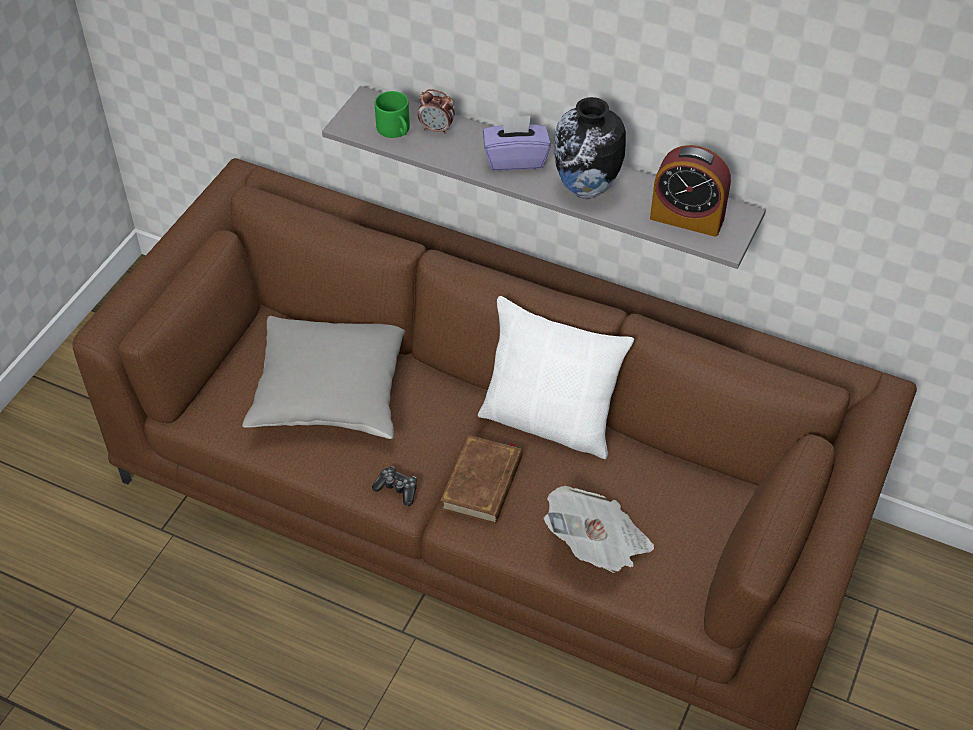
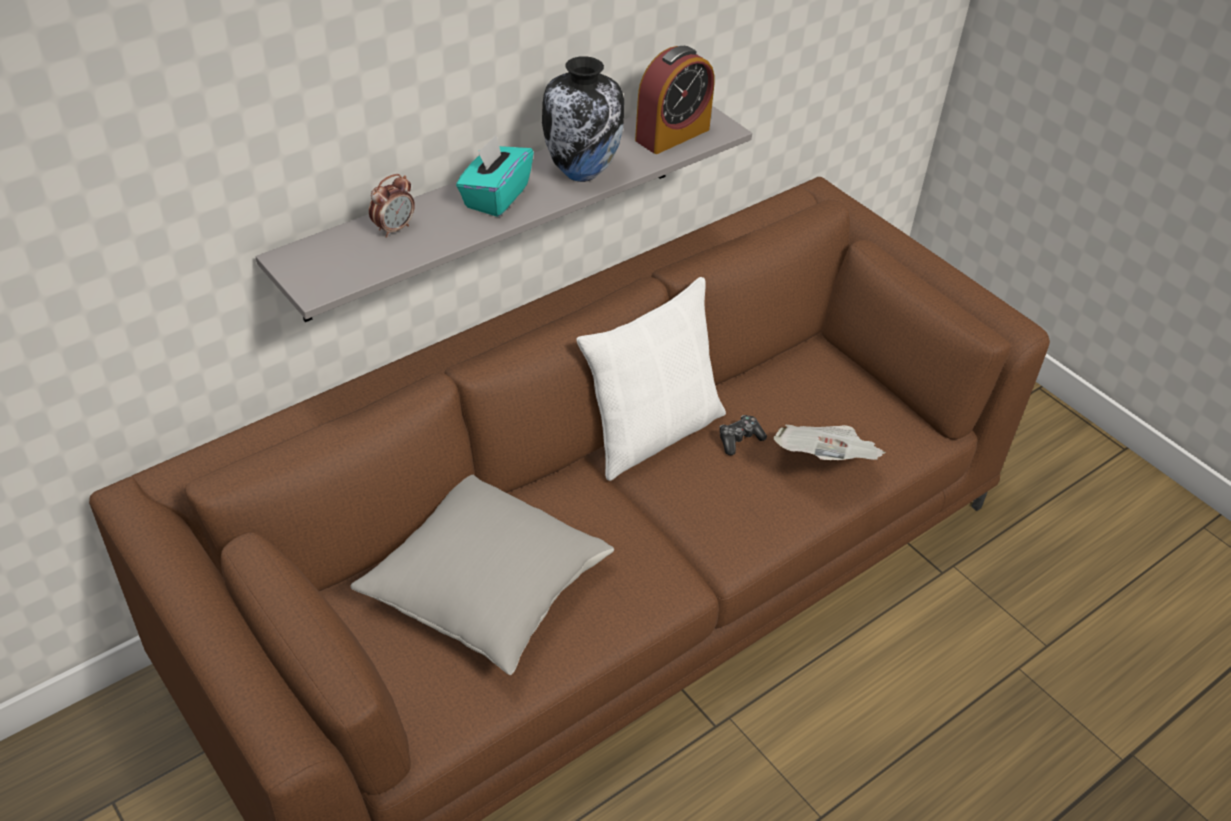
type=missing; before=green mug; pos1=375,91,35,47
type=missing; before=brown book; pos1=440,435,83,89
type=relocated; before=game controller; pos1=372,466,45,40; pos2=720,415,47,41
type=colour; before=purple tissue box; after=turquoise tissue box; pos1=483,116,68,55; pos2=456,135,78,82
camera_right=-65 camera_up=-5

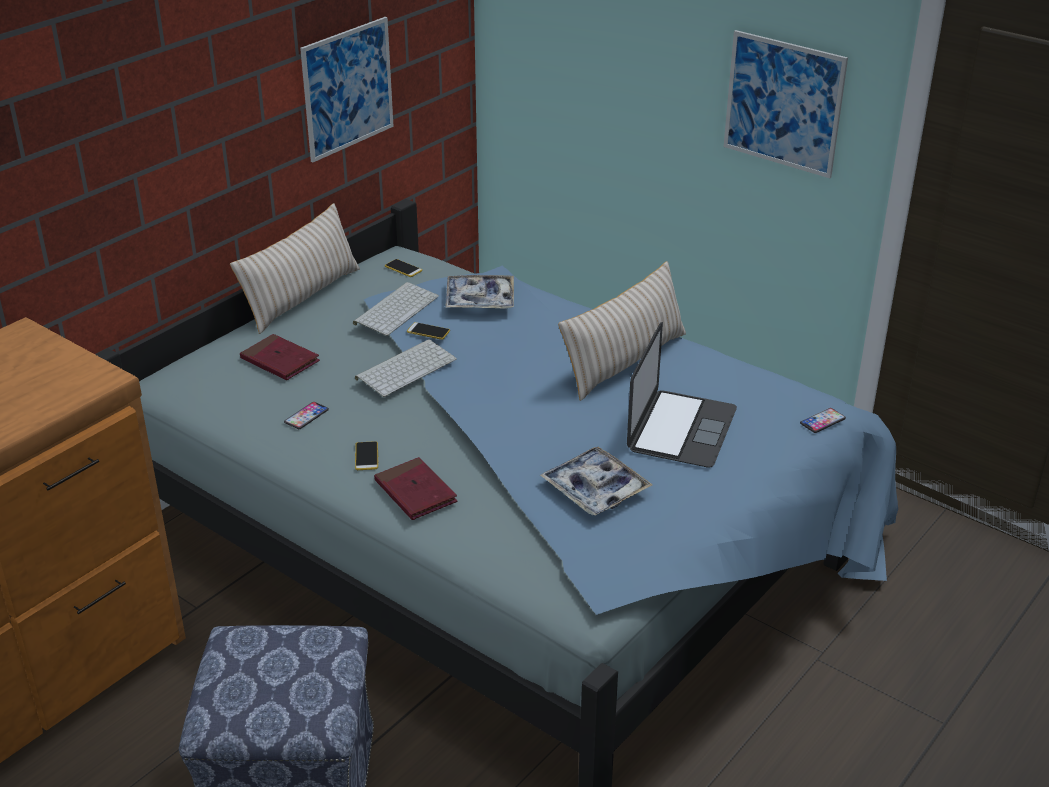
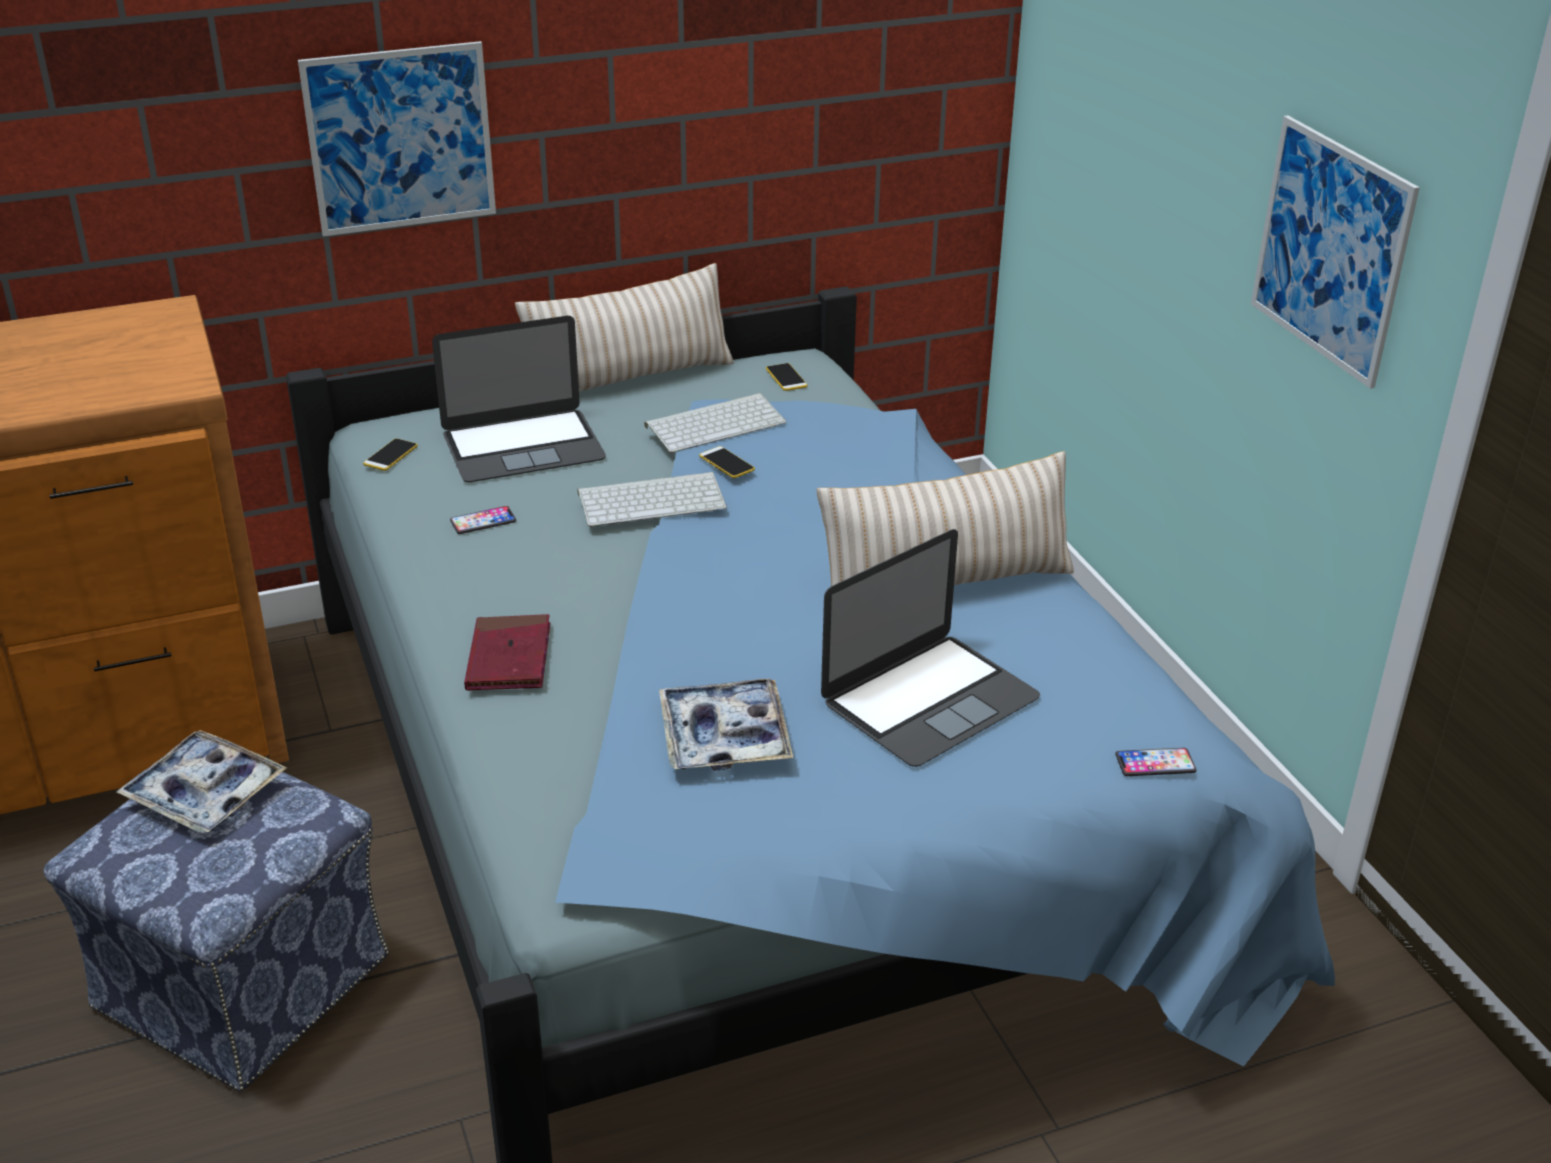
type=relocated; before=picture; pos1=300,17,94,145; pos2=298,41,198,196
type=relocated; before=phone; pos1=355,441,24,29; pos2=363,439,55,32
type=relocated; before=tray; pos1=445,275,69,34; pos2=116,730,171,103
type=exchanged; before=red book; after=laptop; pos1=240,334,80,46; pos2=432,316,174,166
camera_right=30 camera_up=0

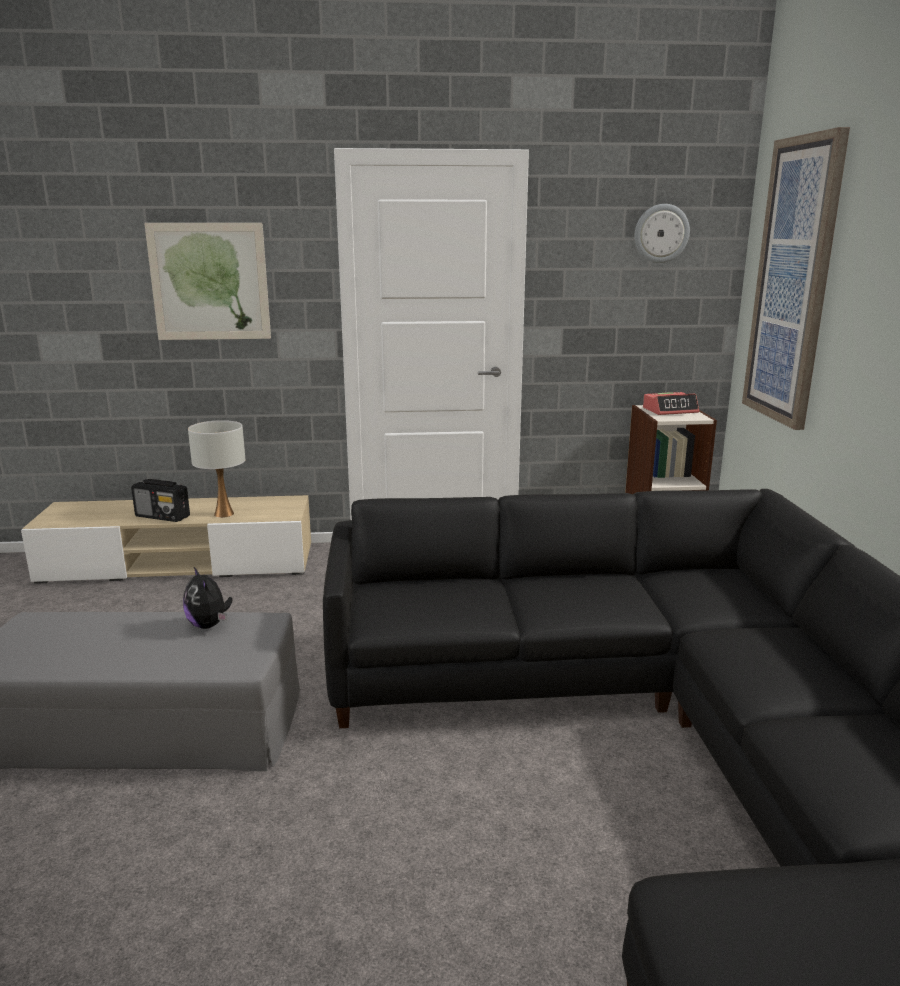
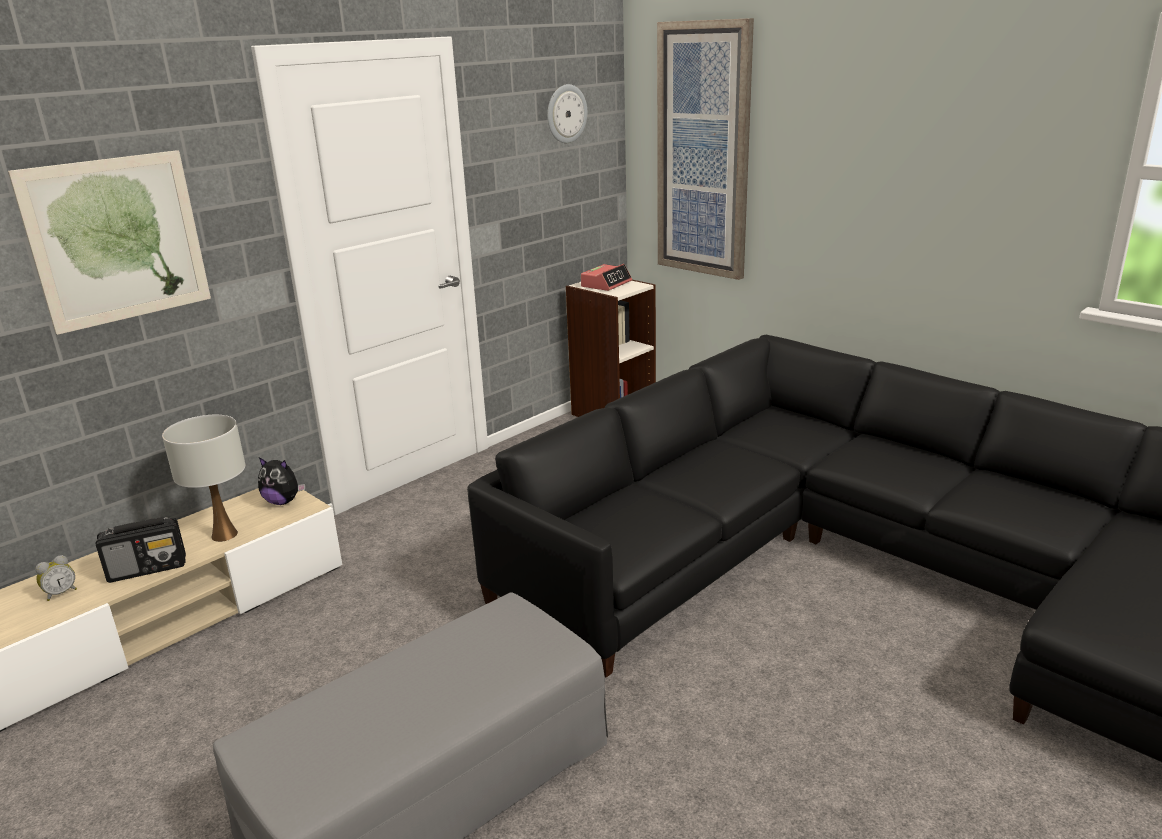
type=appeared; after=alarm clock; pos2=35,555,42,46
type=relocated; before=plush toy; pos1=183,567,49,62; pos2=258,457,48,48
camera_right=-40 camera_up=5

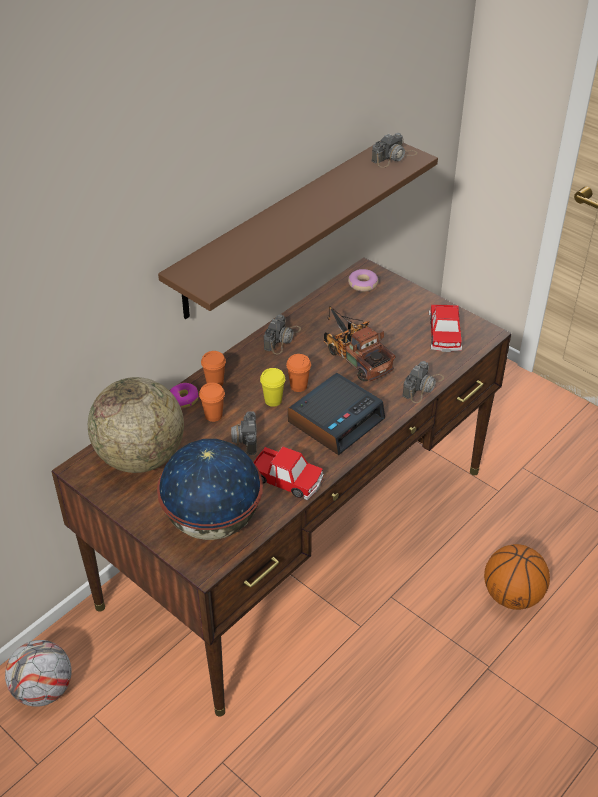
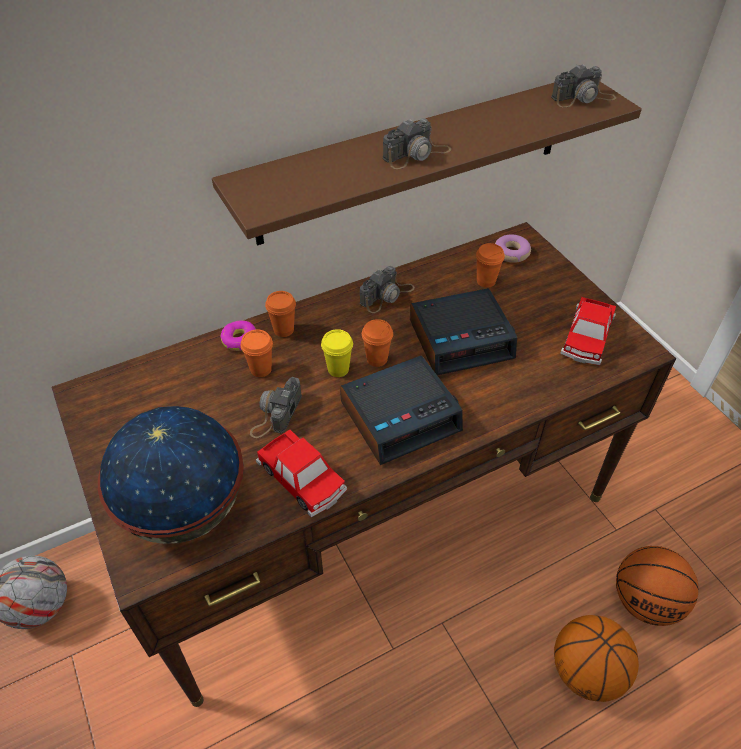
type=missing; before=globe; pos1=88,377,96,96
type=appeared; after=orange cup; pos2=476,243,29,45
type=appeared; after=basketball; pos2=616,546,82,80
type=relocated; before=photo camera; pos1=403,361,41,42; pos2=383,118,68,51
type=exchanged; before=toy truck; after=alarm clock; pos1=323,306,73,76; pos2=410,288,107,87
camera_right=20 camera_up=5

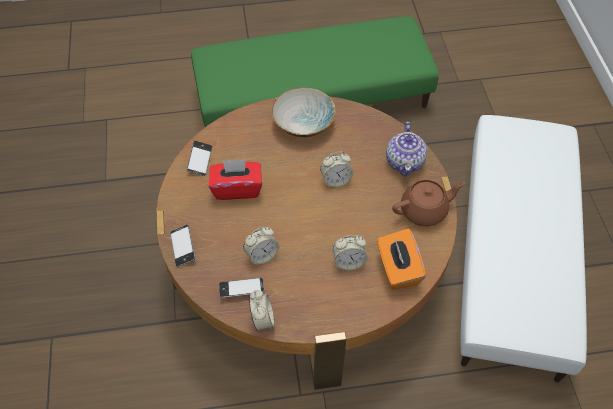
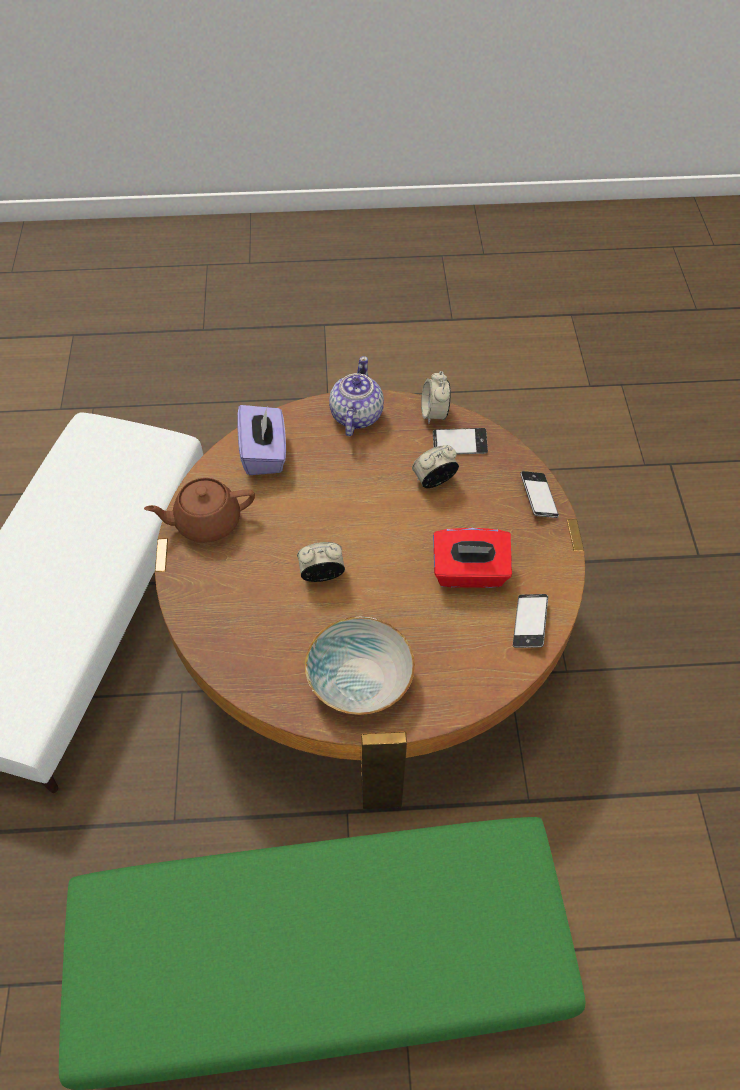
type=missing; before=alarm clock; pos1=333,235,35,36
type=relocated; before=teapot; pos1=386,122,41,54; pos2=329,356,55,80
type=colour; before=orange tissue box; after=purple tissue box; pos1=377,229,49,61; pos2=237,405,49,70
camera_right=-175 camera_up=0

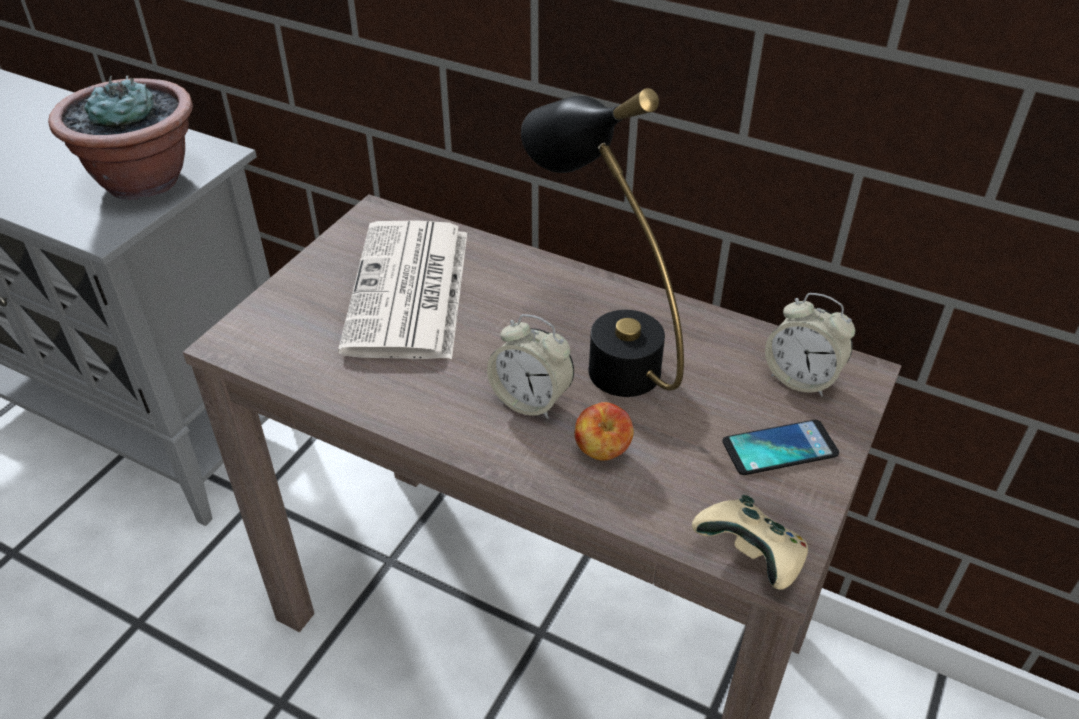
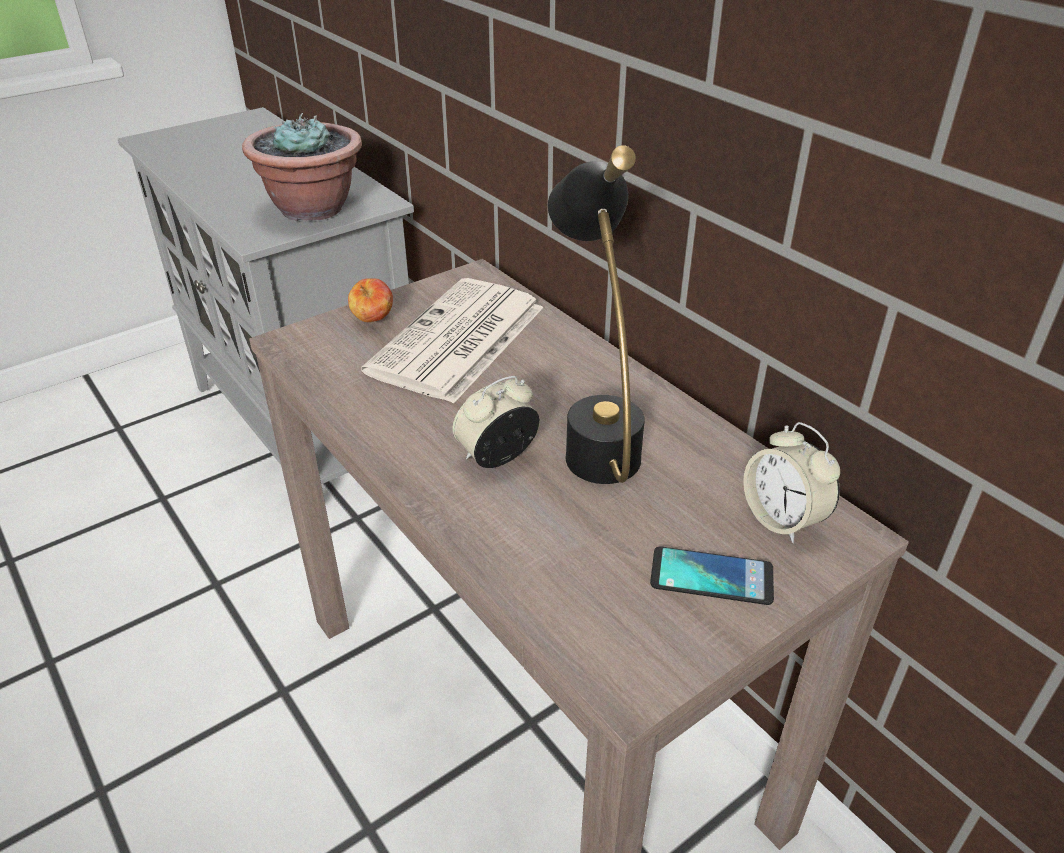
type=missing; before=beige game controller; pos1=692,495,116,95
type=relocated; before=apple; pos1=575,402,59,59; pos2=348,278,45,44
type=spun; before=alarm clock; pos1=487,314,87,105; pos2=452,376,88,92; turn=90
camera_right=25 camera_up=-5

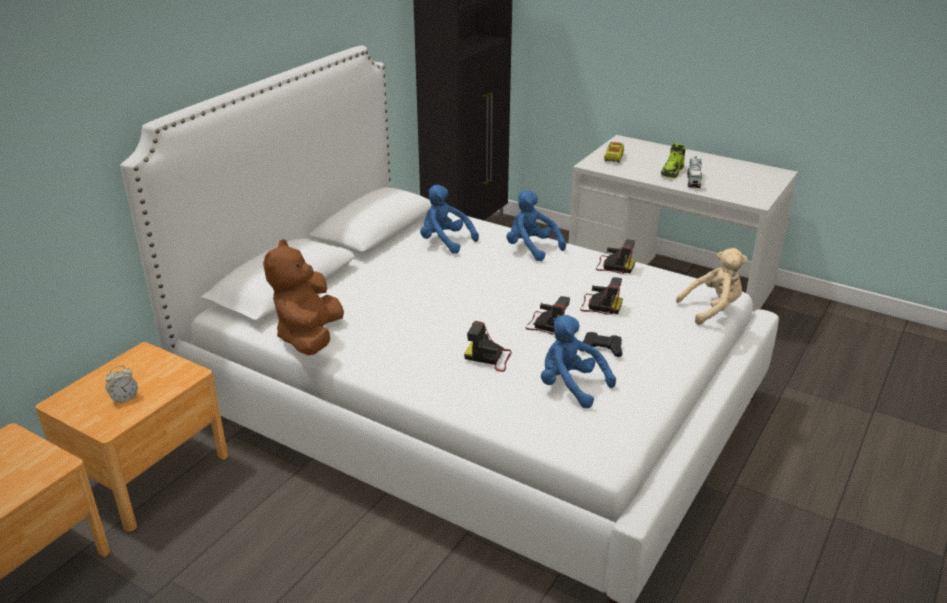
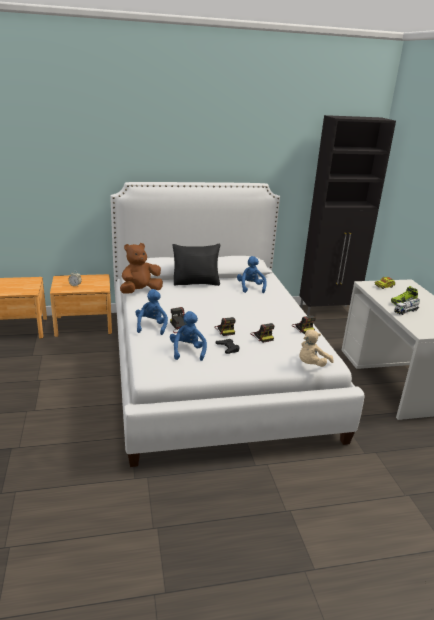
type=appeared; after=black pillow; pos2=173,244,47,42
type=relocated; before=blue plush toy; pos1=507,190,59,71; pos2=135,289,33,46
type=spun; before=beige plush toy; pos1=676,248,72,77; pos2=299,329,34,38; turn=105
camera_right=45 camera_up=-5

